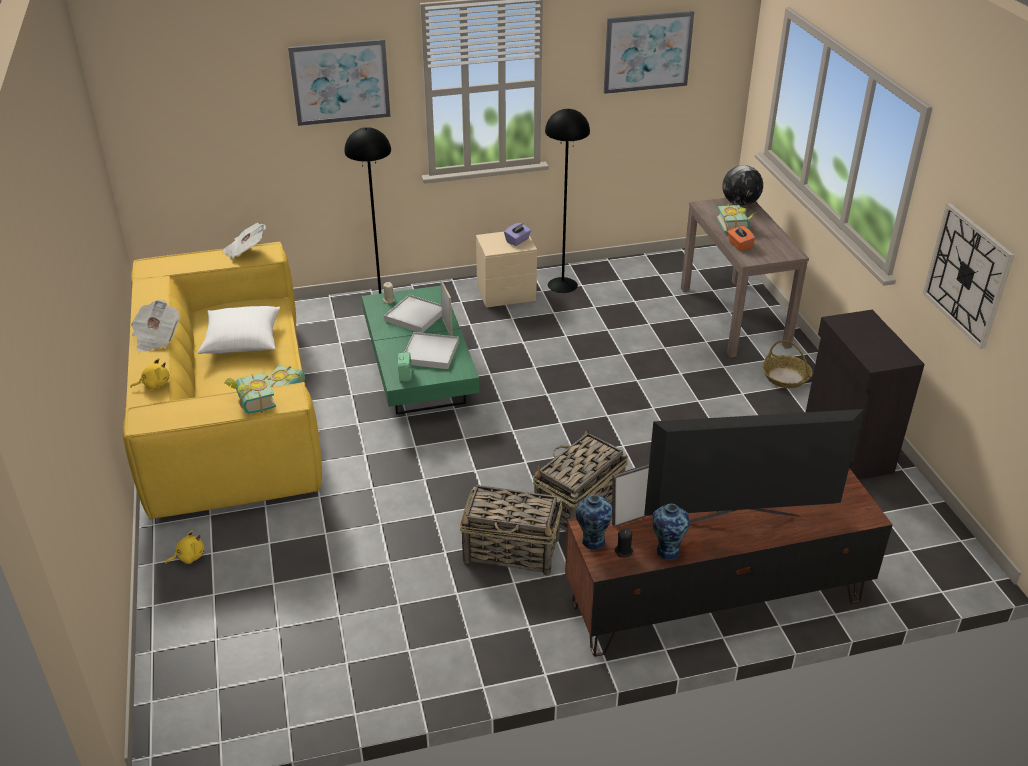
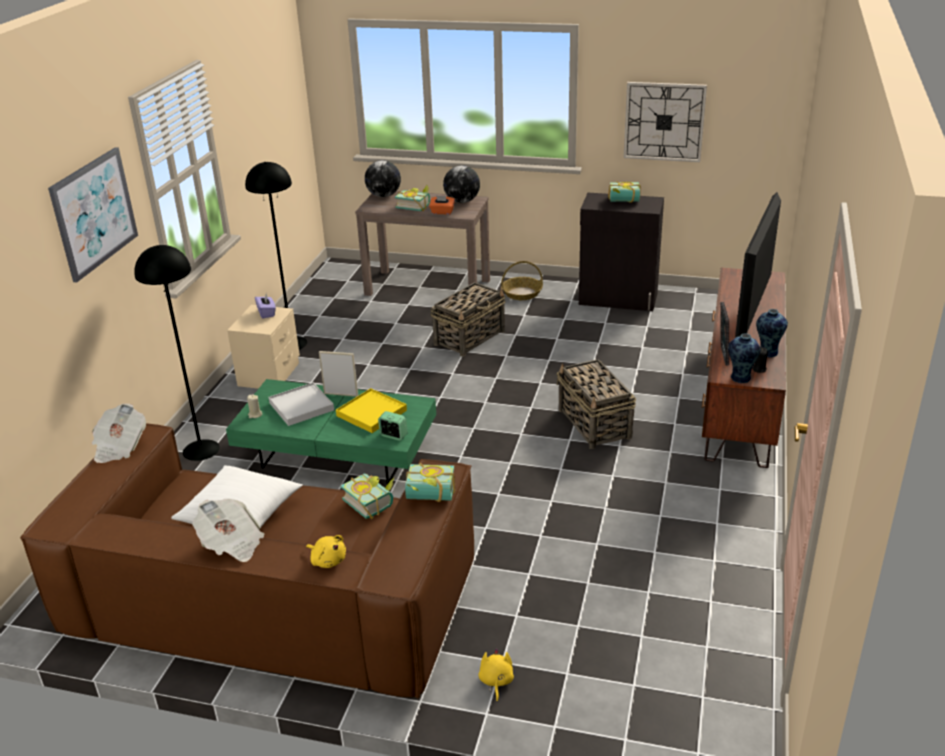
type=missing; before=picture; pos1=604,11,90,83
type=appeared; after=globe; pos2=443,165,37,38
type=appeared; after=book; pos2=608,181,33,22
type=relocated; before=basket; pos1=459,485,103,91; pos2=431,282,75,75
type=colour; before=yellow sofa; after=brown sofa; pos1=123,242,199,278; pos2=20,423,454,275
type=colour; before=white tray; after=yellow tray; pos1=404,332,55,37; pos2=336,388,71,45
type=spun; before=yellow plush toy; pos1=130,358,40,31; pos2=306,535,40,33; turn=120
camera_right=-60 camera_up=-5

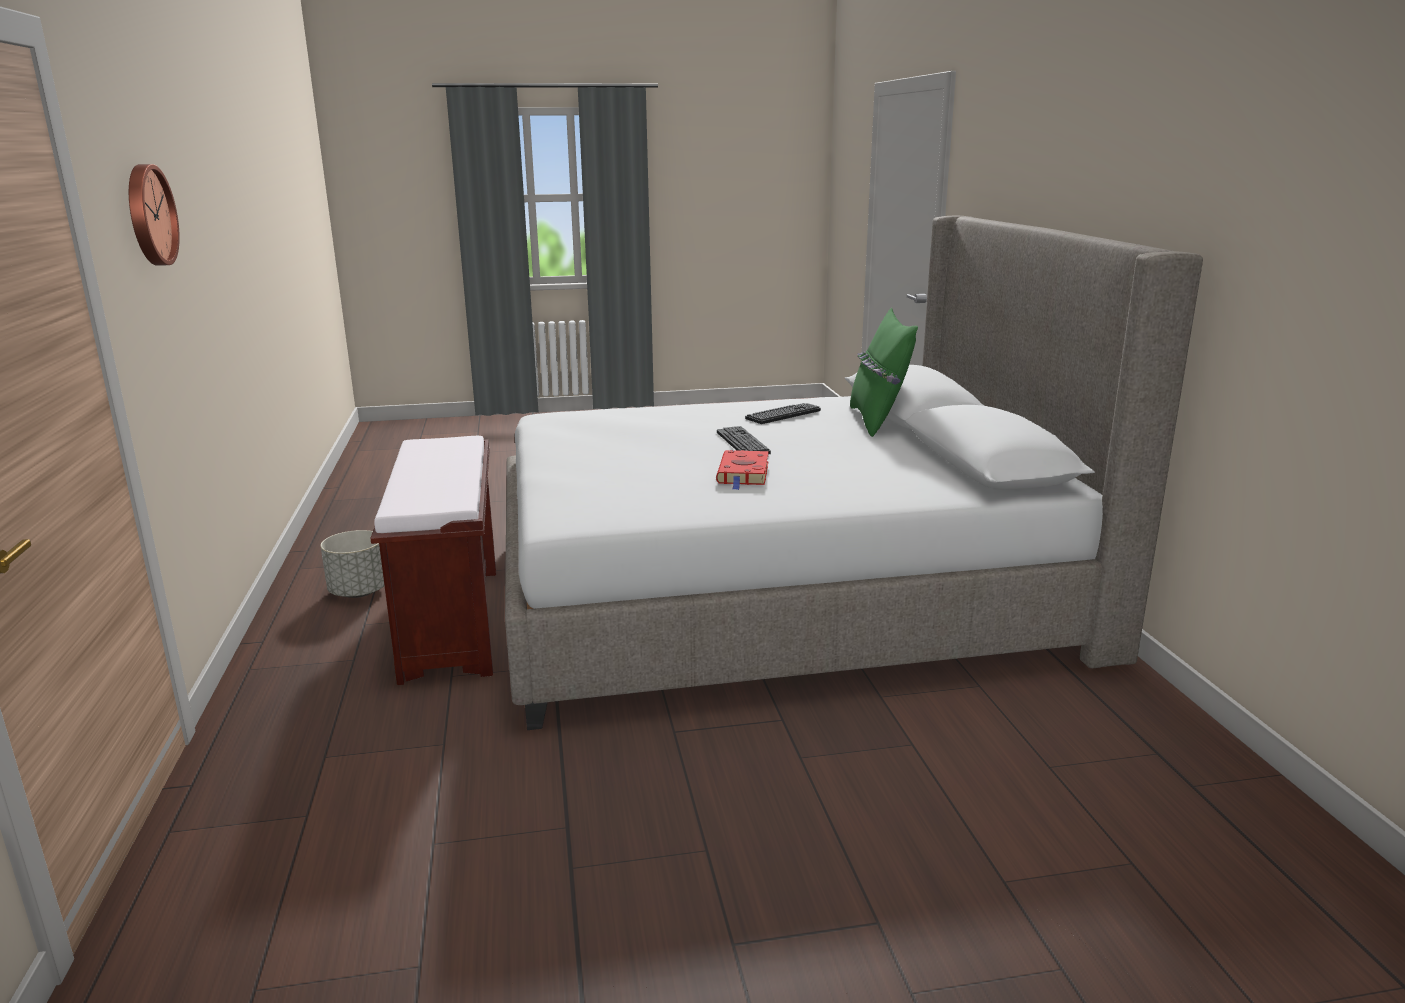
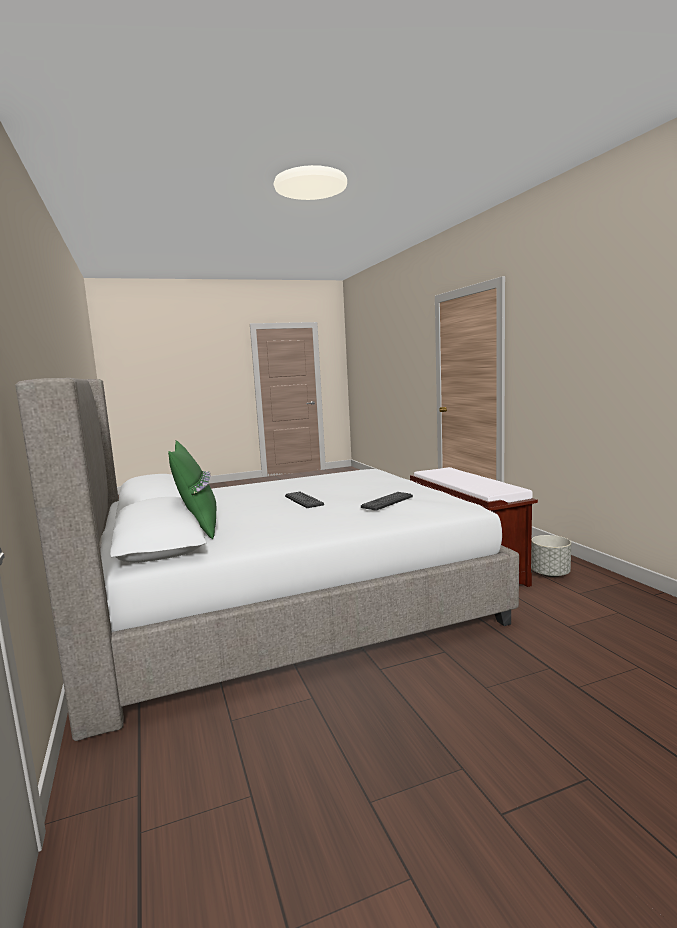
type=missing; before=wall clock; pos1=129,164,51,102
type=missing; before=red book; pos1=716,450,53,40
type=relocated; before=keyboard; pos1=745,403,76,21; pos2=361,492,52,19
camera_right=170 camera_up=-10

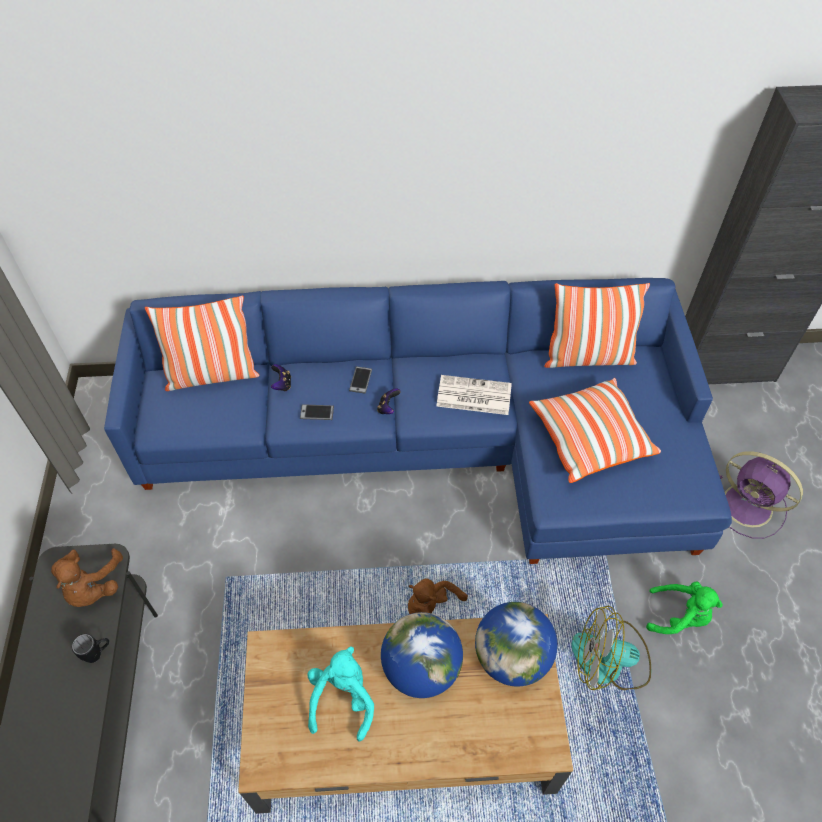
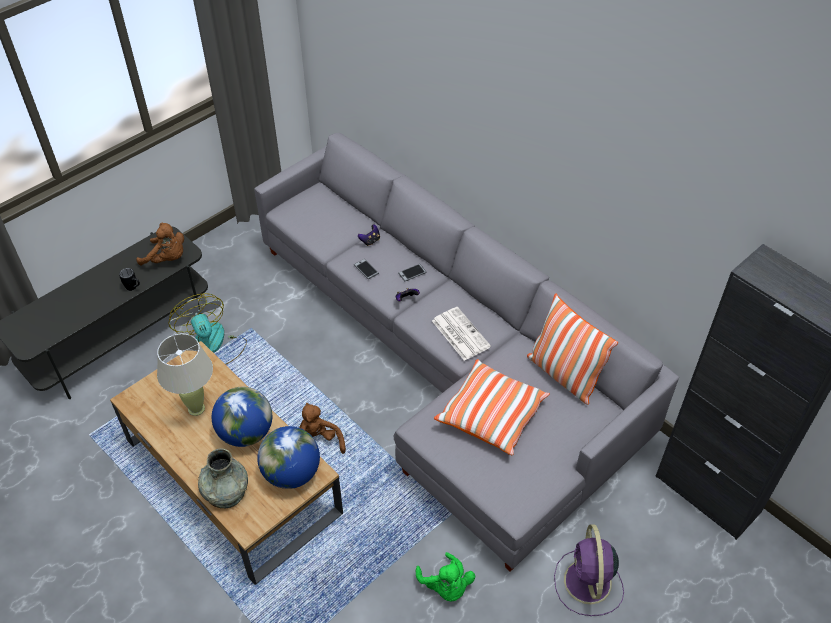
type=missing; before=pillow; pos1=145,295,114,96
type=appeared; after=grey vase; pos2=198,448,50,60
type=relocated; before=fan; pos1=571,606,80,84; pos2=169,293,78,72
type=exchanged; before=turquoise plush toy; after=beige table lamp; pos1=307,646,67,96; pos2=157,334,56,82
type=colour; before=blue sofa; after=grey sofa; pos1=104,278,628,286; pos2=254,133,425,439
type=spun; before=brown plush toy; pos1=51,548,72,59; pos2=136,223,48,43; turn=-120
camera_right=50 camera_up=-5

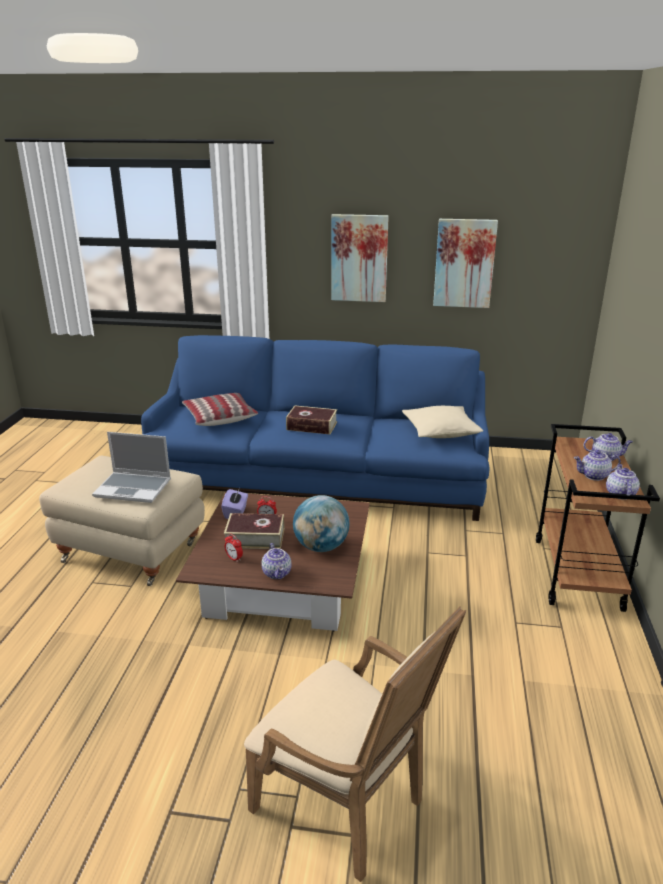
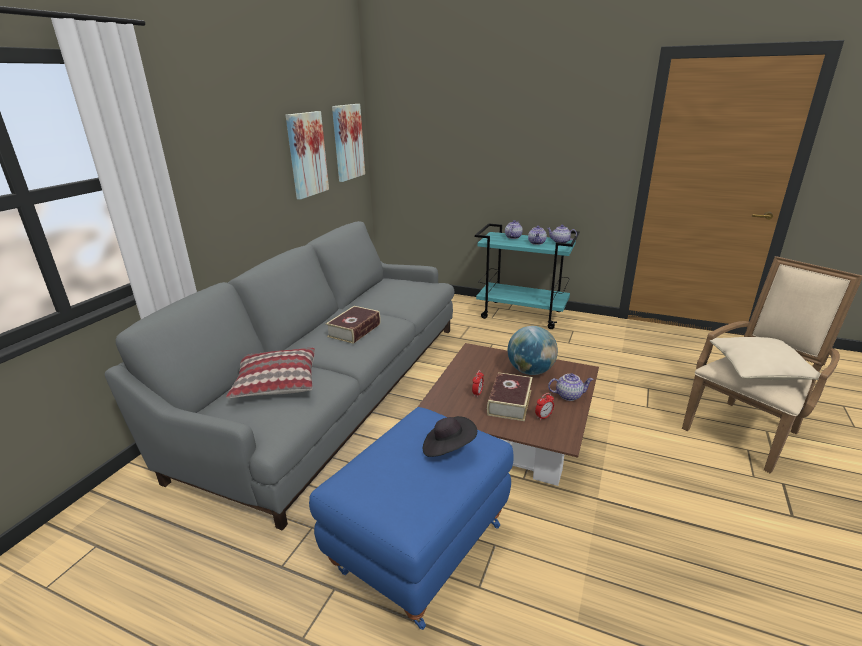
type=missing; before=purple tissue box; pos1=221,488,27,31
type=relocated; before=picture; pos1=331,214,58,88; pos2=332,104,33,78
type=relocated; before=beige pillow; pos1=402,406,81,32; pos2=710,337,110,43
type=exchanged; before=laptop; after=black hat; pos1=92,432,79,71; pos2=423,416,54,41
type=colour; before=beige ottoman; after=blue ottoman; pos1=39,455,166,131; pos2=309,407,204,223
type=colour; before=blue sofa; after=grey sofa; pos1=141,335,348,186; pos2=105,221,349,310
type=colour; before=brown cart; after=turquoise cart; pos1=536,424,124,188; pos2=475,223,105,106
camera_right=-75 camera_up=0

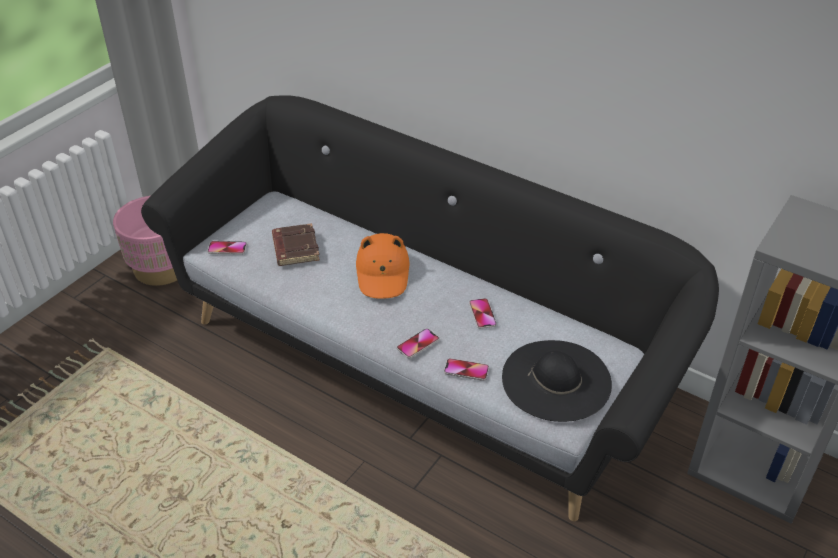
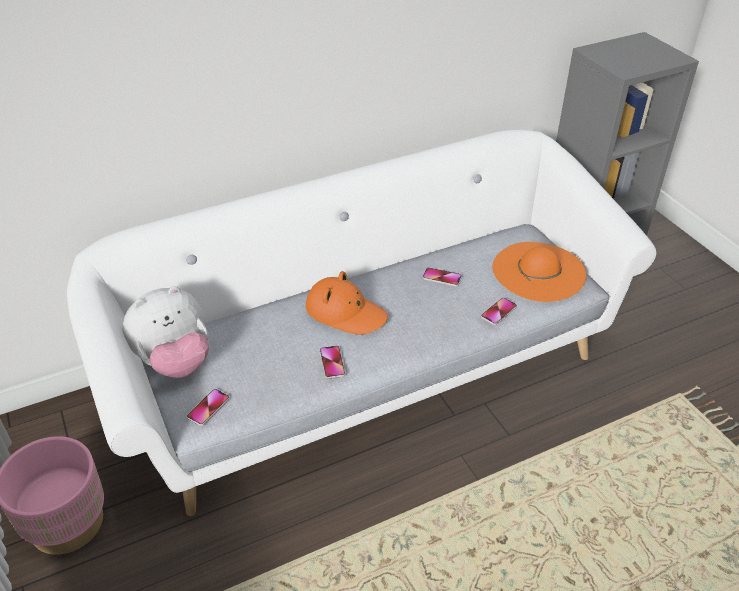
type=missing; before=brown book; pos1=272,223,48,43
type=appeared; after=plush toy; pos2=123,286,86,92
type=relocated; before=phone; pos1=397,328,42,31; pos2=320,345,25,34
type=colour; before=black sofa; after=white sofa; pos1=141,95,578,426; pos2=67,130,589,386
type=colour; before=black hat; after=orange hat; pos1=502,340,110,82; pos2=492,242,94,60
camera_right=-60 camera_up=0

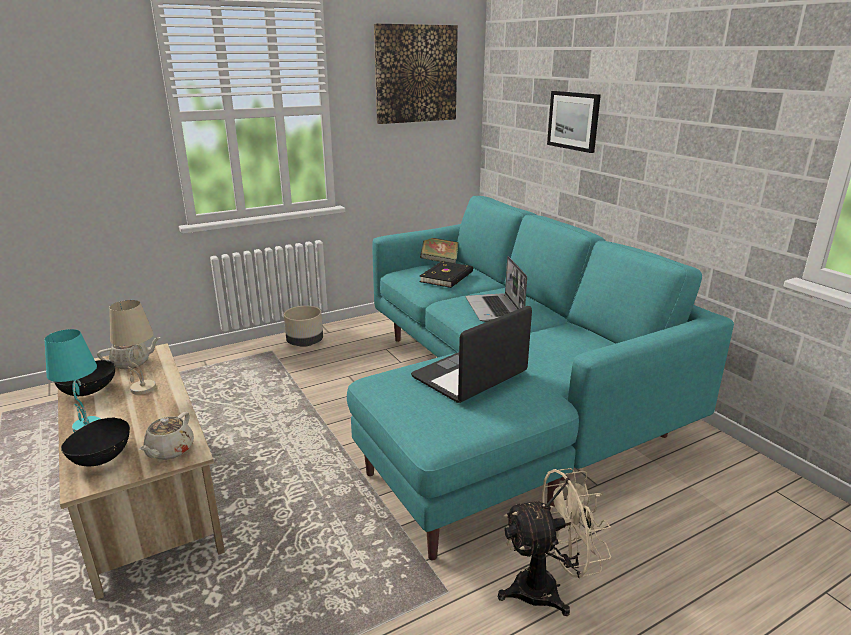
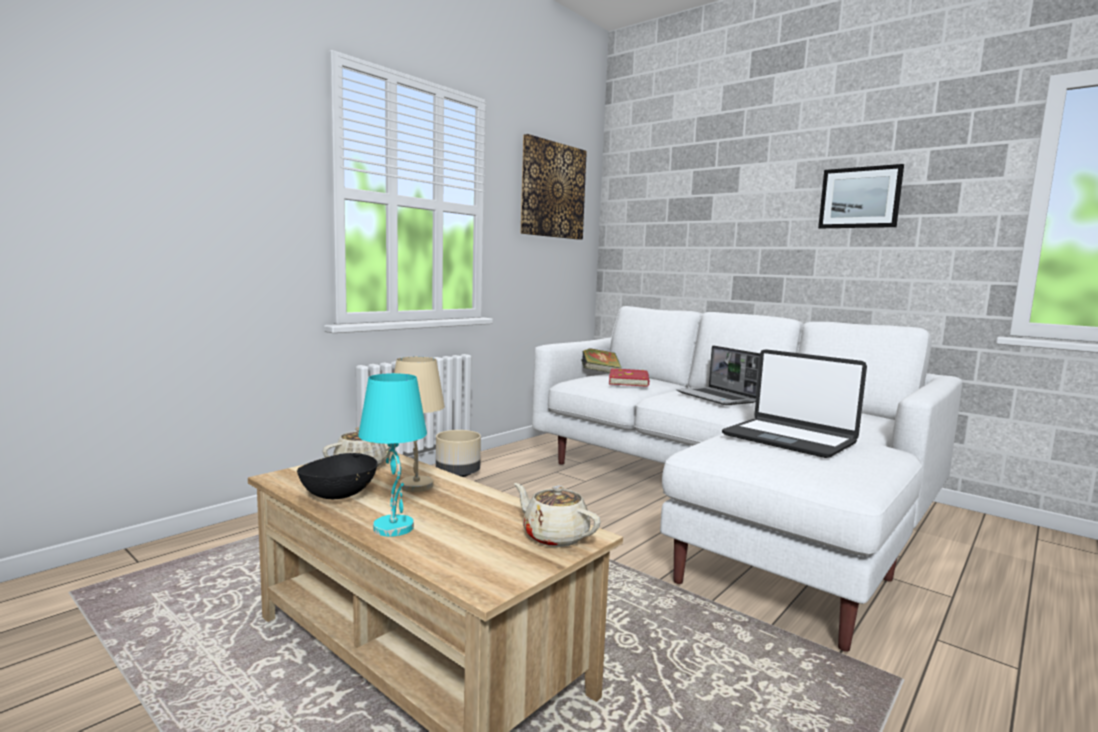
type=missing; before=black bowl; pos1=61,417,69,49
type=missing; before=beige fan; pos1=498,468,113,148
type=relocated; before=picture; pos1=547,91,54,62; pos2=818,164,86,64
type=colour; before=turquoise sofa; after=white sofa; pos1=347,196,387,364; pos2=532,306,431,346
type=colour; before=black book; after=red book; pos1=420,261,53,27; pos2=609,368,40,19
type=spun; before=beige teapot; pos1=139,412,55,48; pos2=514,483,87,64; turn=135
type=spun; before=laptop; pos1=411,306,121,97; pos2=722,349,145,109; turn=-75
camera_right=-20 camera_up=-15

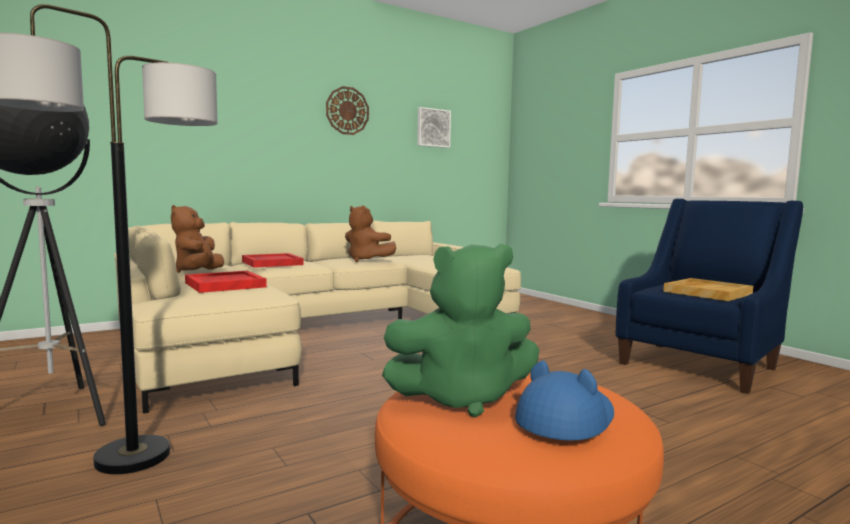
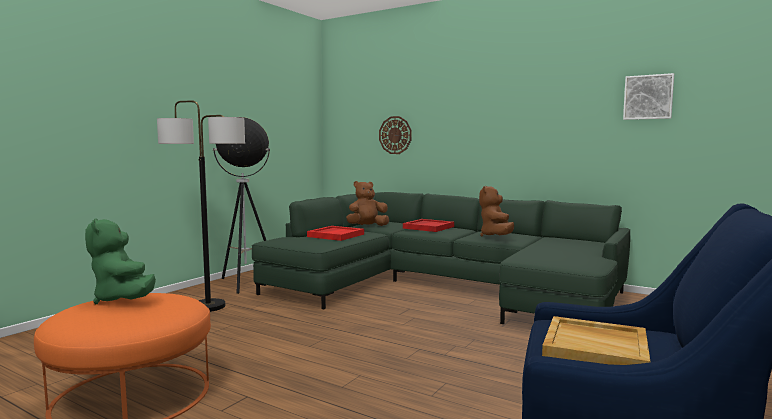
type=missing; before=blue hat; pos1=515,361,99,80
type=relocated; before=wall clock; pos1=326,86,43,49; pos2=379,116,32,38
type=colour; before=beige sofa; after=green sofa; pos1=114,221,407,193; pos2=252,192,378,132
camera_right=65 camera_up=0

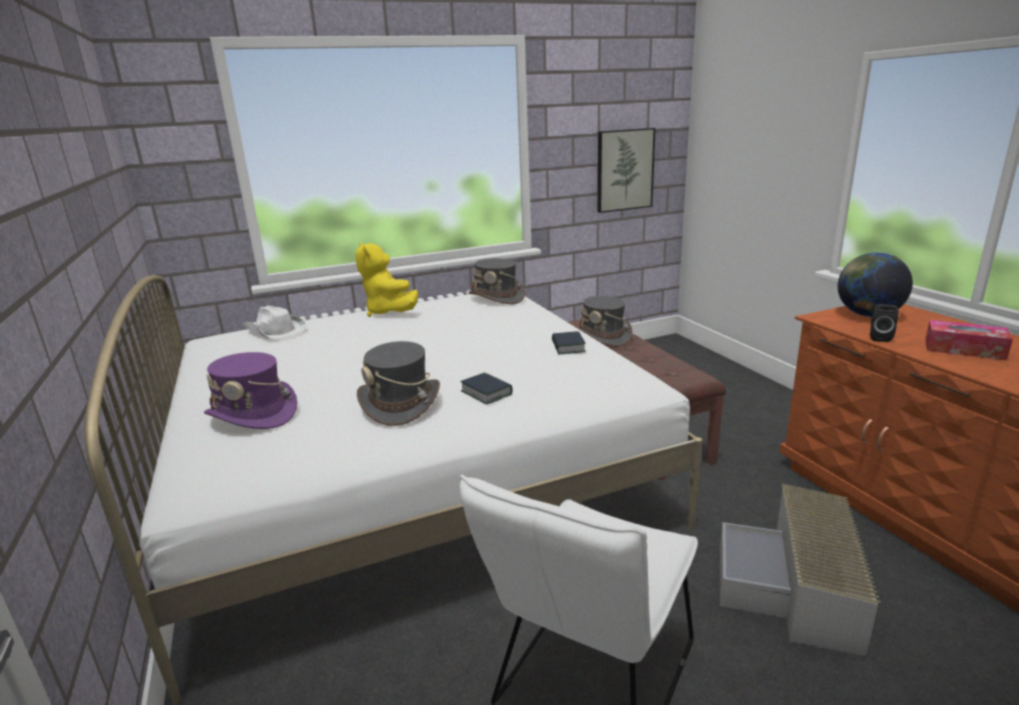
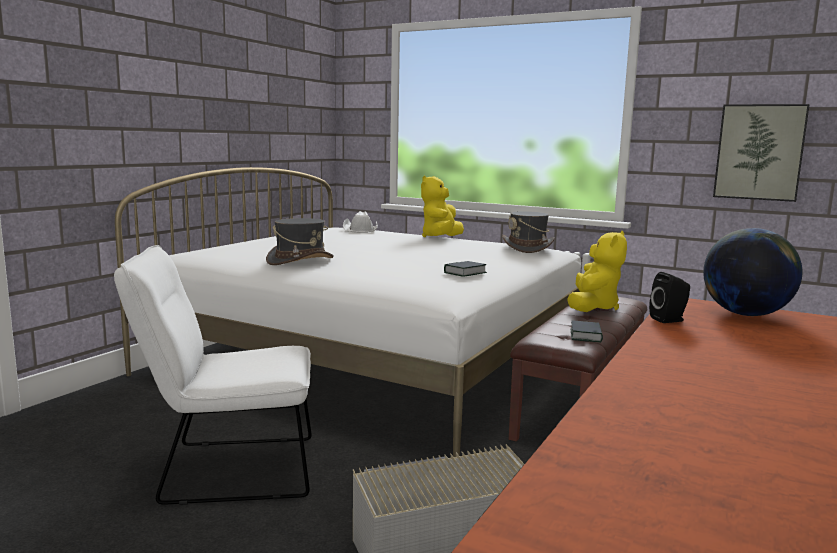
type=missing; before=purple hat; pos1=204,352,93,77
type=missing; before=tissue box; pos1=925,320,88,40
type=relocated; before=book; pos1=460,372,52,32; pos2=571,320,32,23
type=exchanged; before=grey hat; after=yellow plush toy; pos1=577,296,55,51; pos2=567,231,60,81
camera_right=50 camera_up=-10

